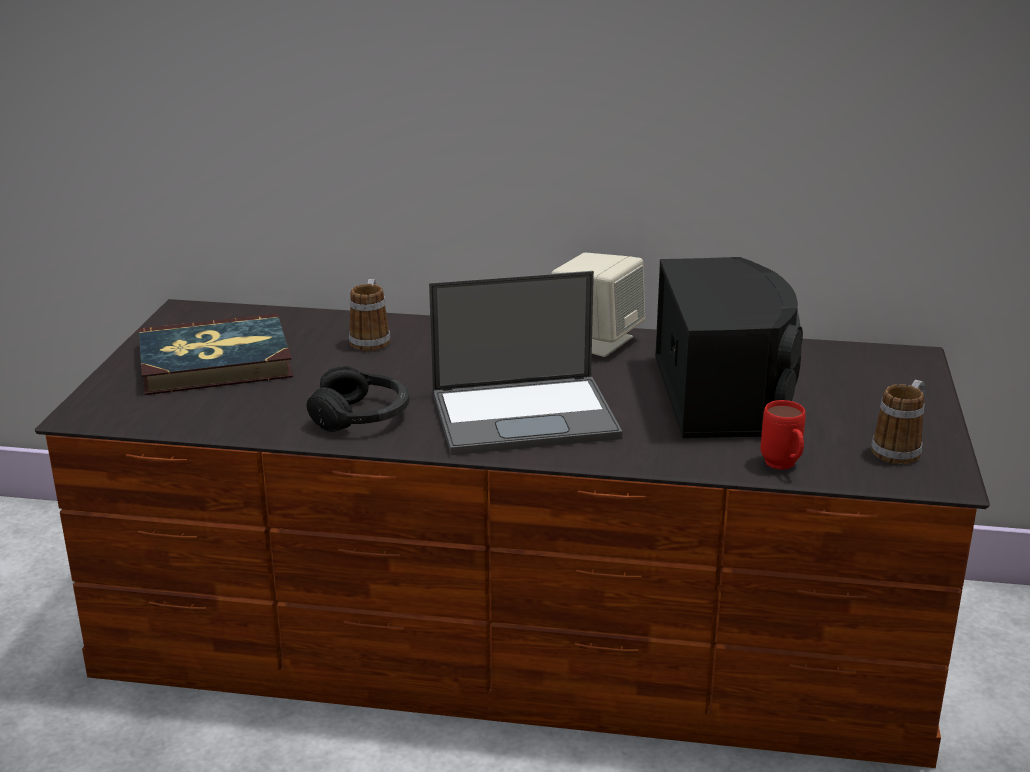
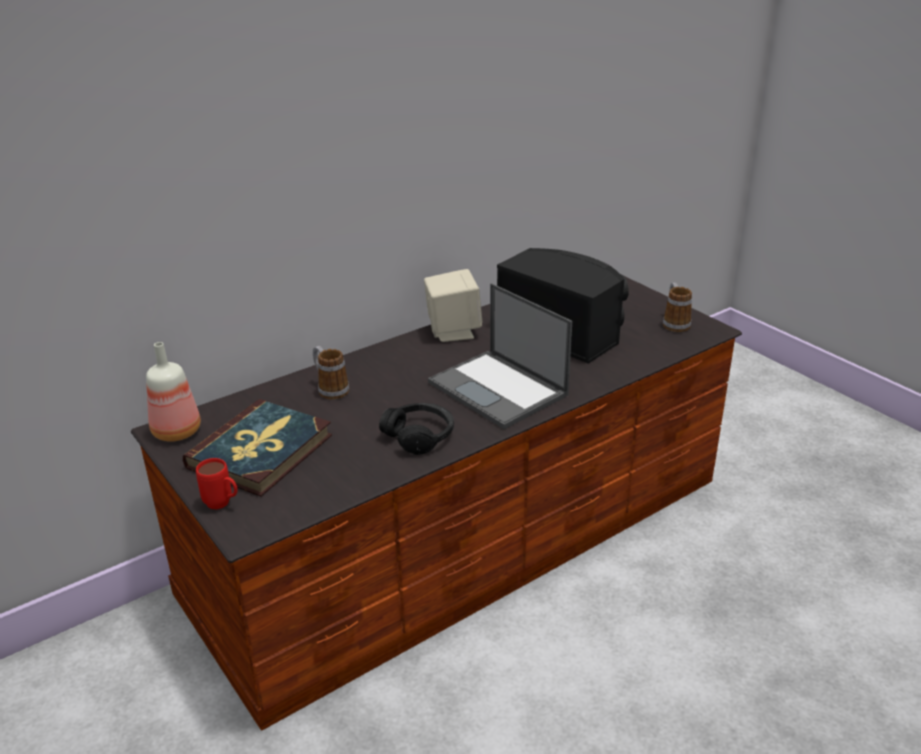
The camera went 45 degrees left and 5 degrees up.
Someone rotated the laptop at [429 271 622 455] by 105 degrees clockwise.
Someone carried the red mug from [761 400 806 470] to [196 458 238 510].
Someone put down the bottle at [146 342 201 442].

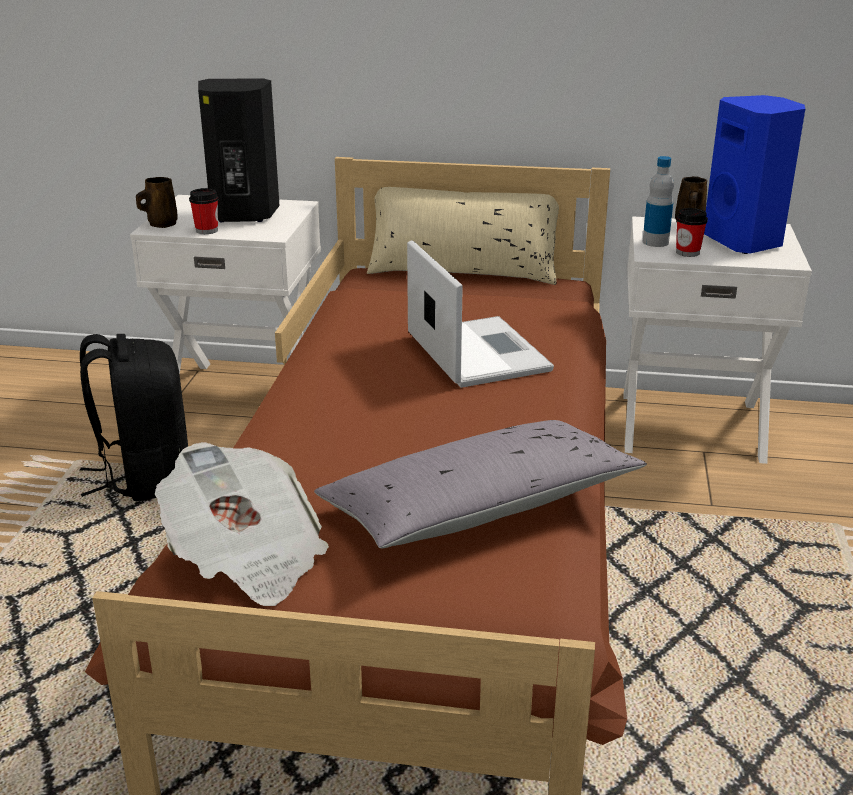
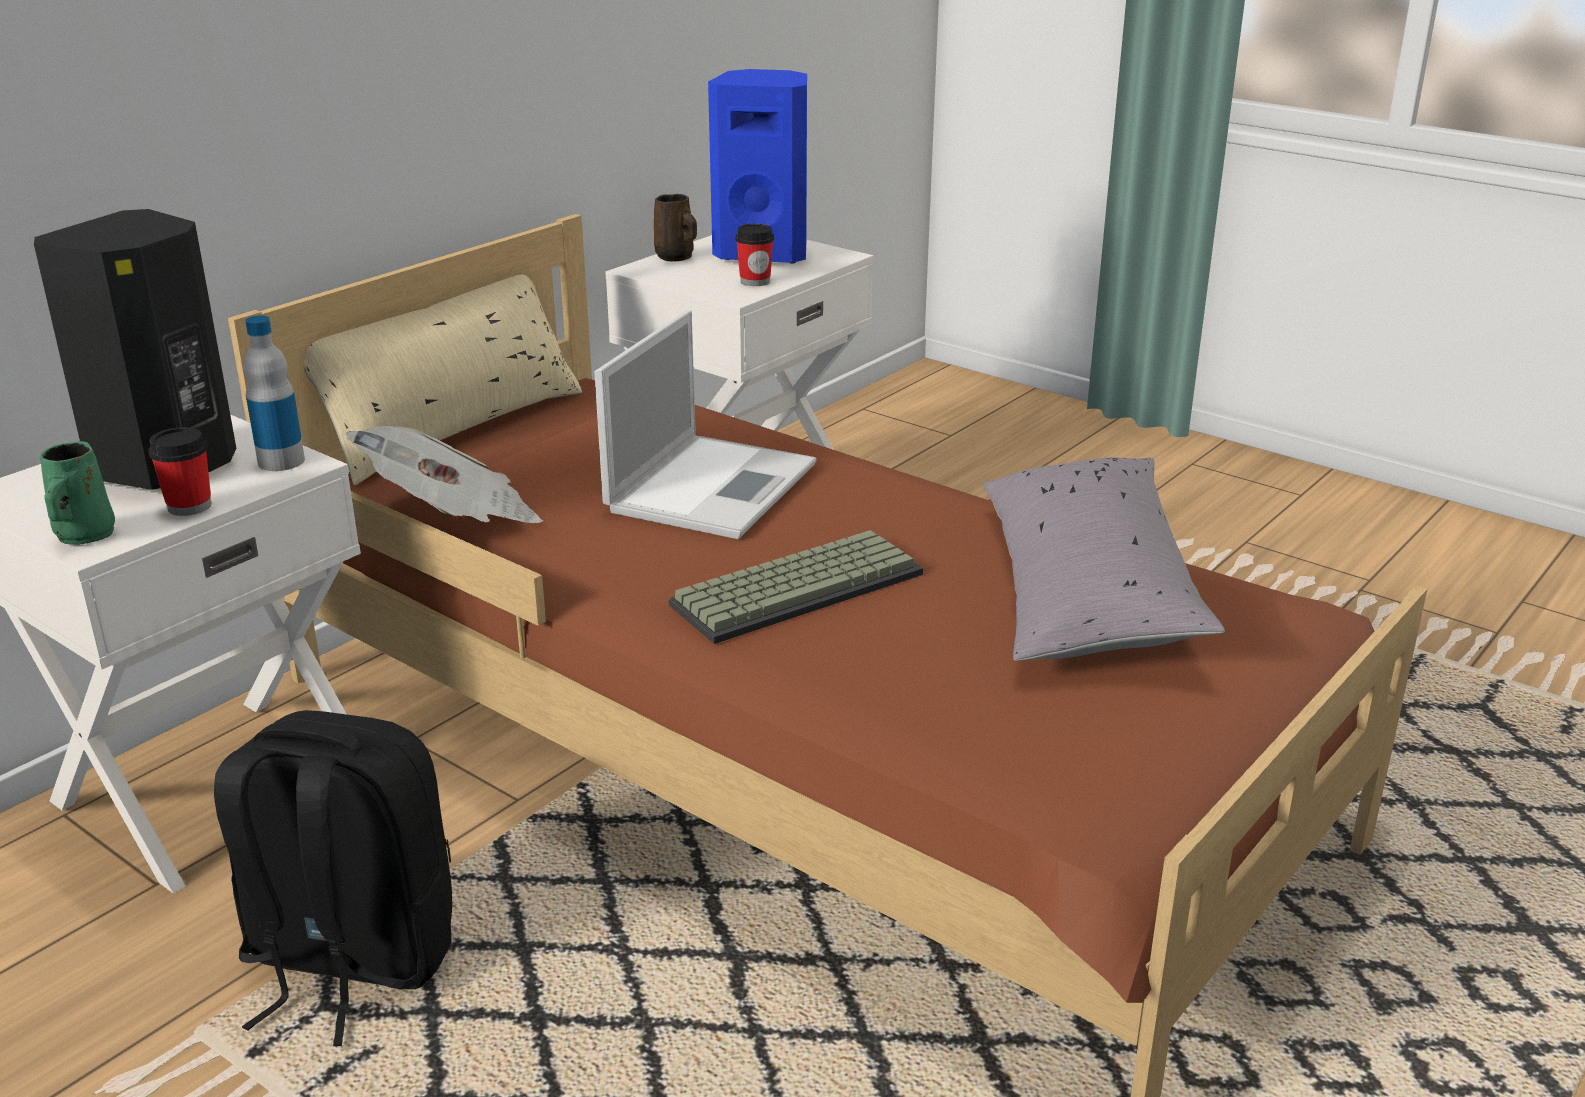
The camera went 60 degrees left and 0 degrees up.
Someone carried the bottle from [643 156 674 247] to [243 315 305 471].
Someone repainted the brown mug at [136 177 178 228], which became the green mug at [40 441 115 545].
Someone rotated the laptop at [407 240 554 388] by 105 degrees clockwise.
Someone carried the newspaper from [155 442 329 606] to [346 426 543 523].
Someone put down the keyboard at [669 530 923 644].

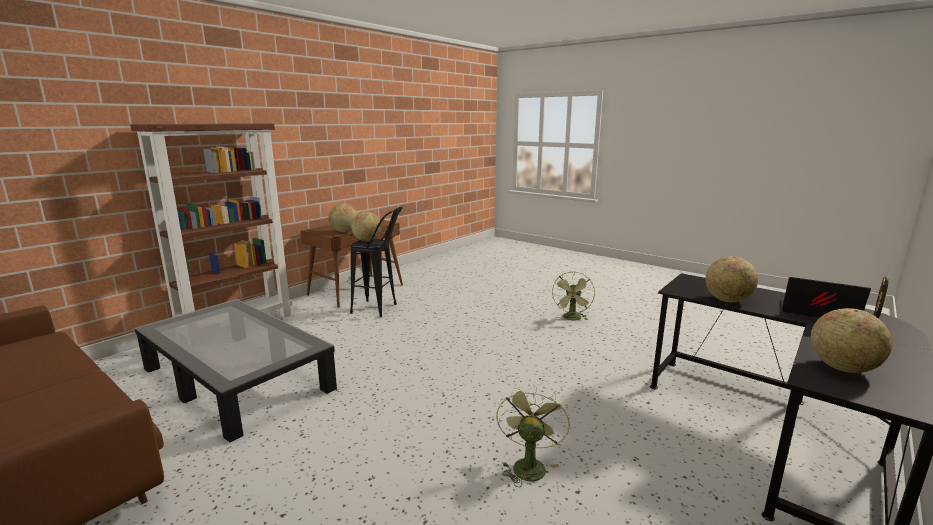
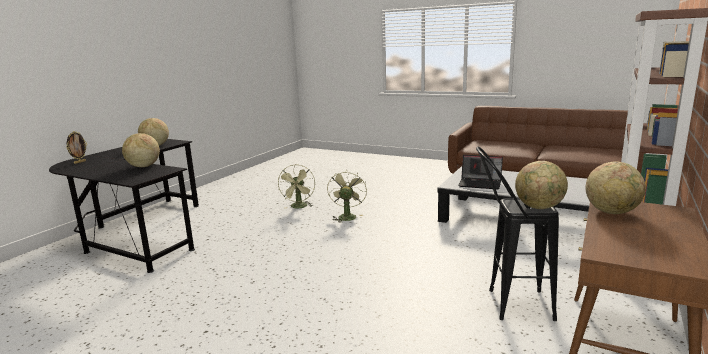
The camera went 170 degrees right and 0 degrees up.
Someone carried the green fan from [552 272 595 320] to [327 170 367 223].
Someone carried the laptop from [781 277 871 318] to [458 155 503 190].

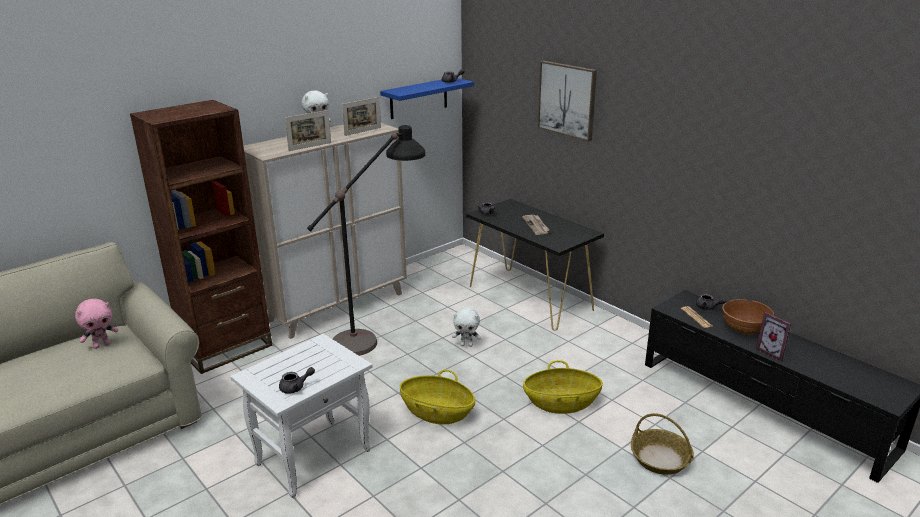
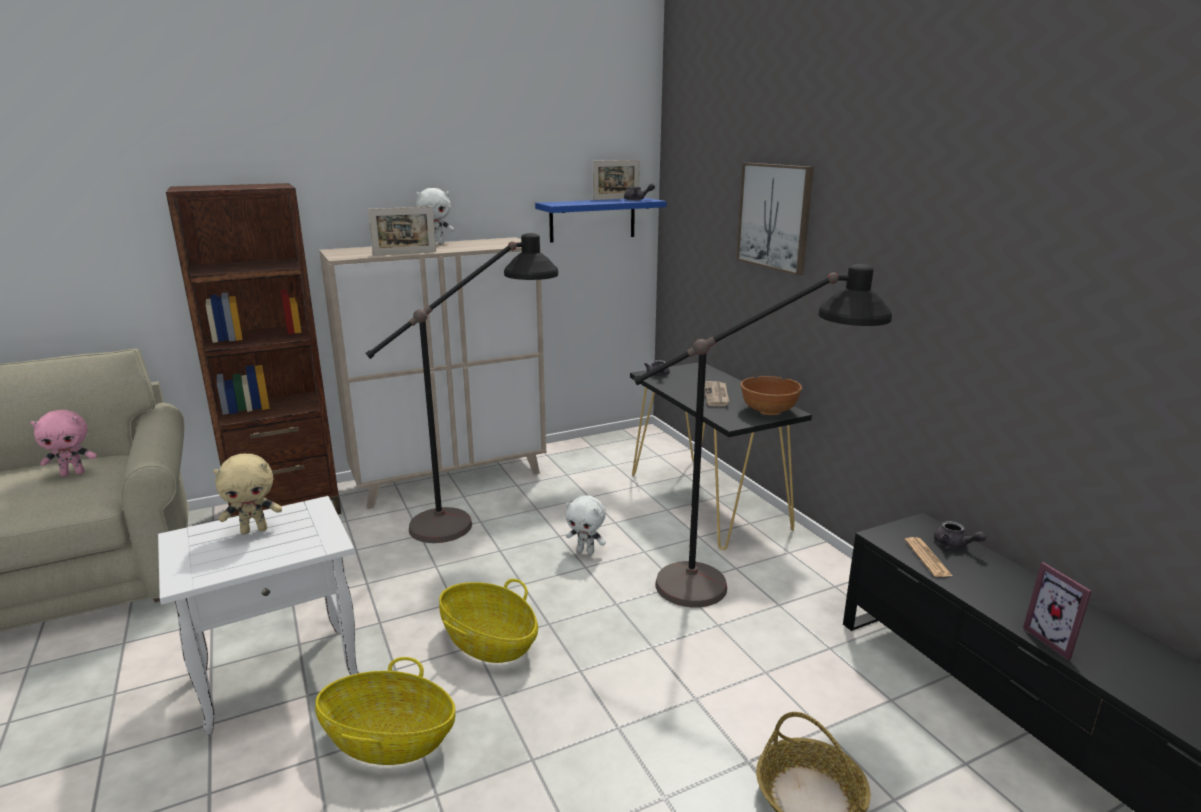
The camera went 15 degrees right and 5 degrees down.
Someone carried the picture frame from [342 97 381 136] to [593 160 640 200].
Someone carried the brown bowl from [722 299 774 335] to [740 376 802 415].
Someone carried the basket from [523 360 603 414] to [315 657 455 765].
Someone took away the grey teapot at [279 367 315 394].
Someone put down the black floor lamp at [634 264 892 607].
Someone put down the beige plush toy at [213 454 282 534].

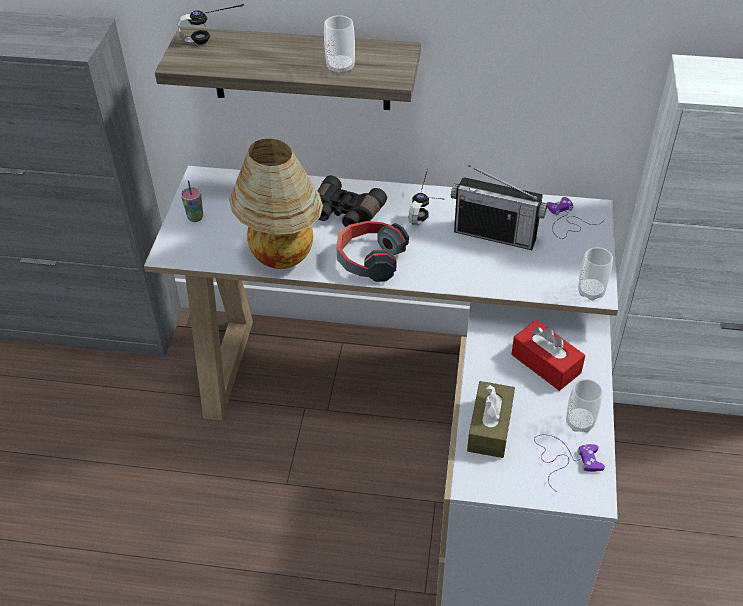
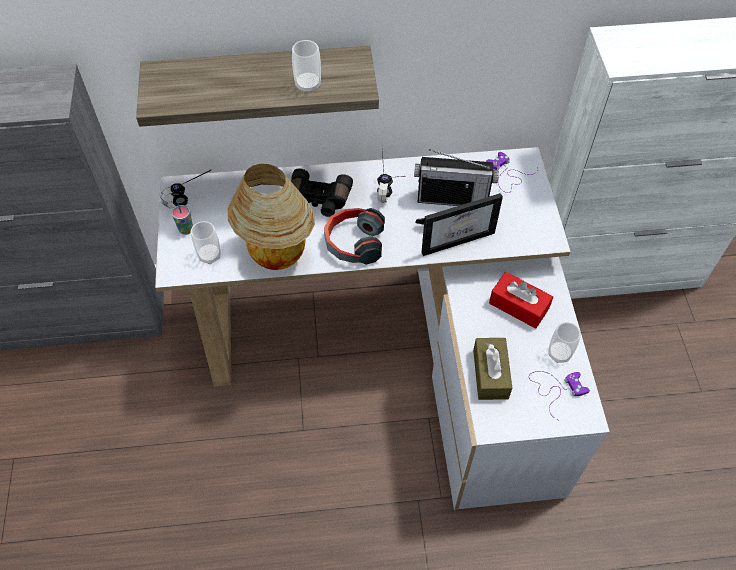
The camera went 15 degrees left and 10 degrees up.
Someone carried the headphones from [177 4 244 45] to [160 169 211 208].
Someone carried the cup from [578 247 613 301] to [191 221 221 264].
Someone put down the picture frame at [415 193 503 256].

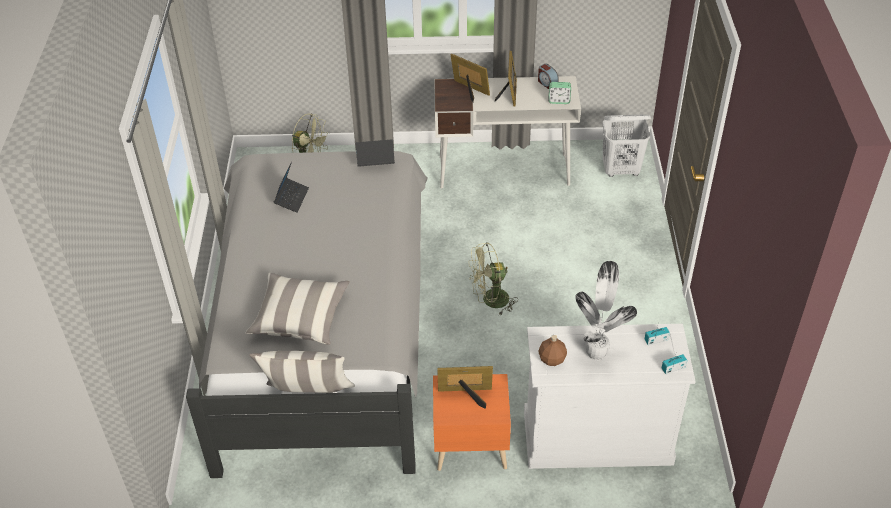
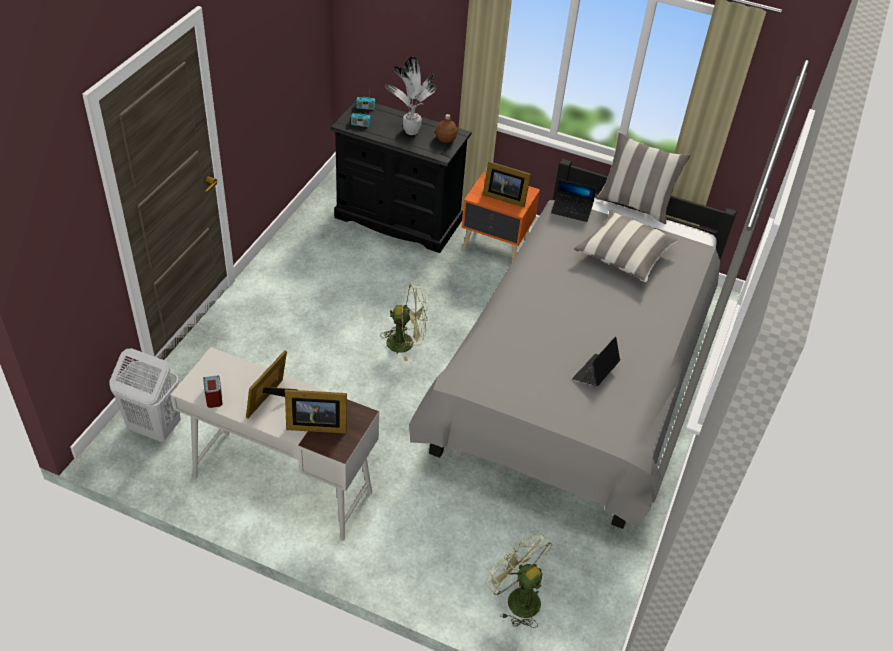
The camera went 160 degrees left and 0 degrees up.
Someone rotated the picture frame at [450 54 490 102] by 60 degrees counterclockwise.
Someone took away the alarm clock at [549 82 571 104].
Someone carried the laptop from [356 139 395 167] to [551 179 596 222].
Someone repainted the white dresser at [524 324 696 469], which became the black dresser at [331 101 472 253].

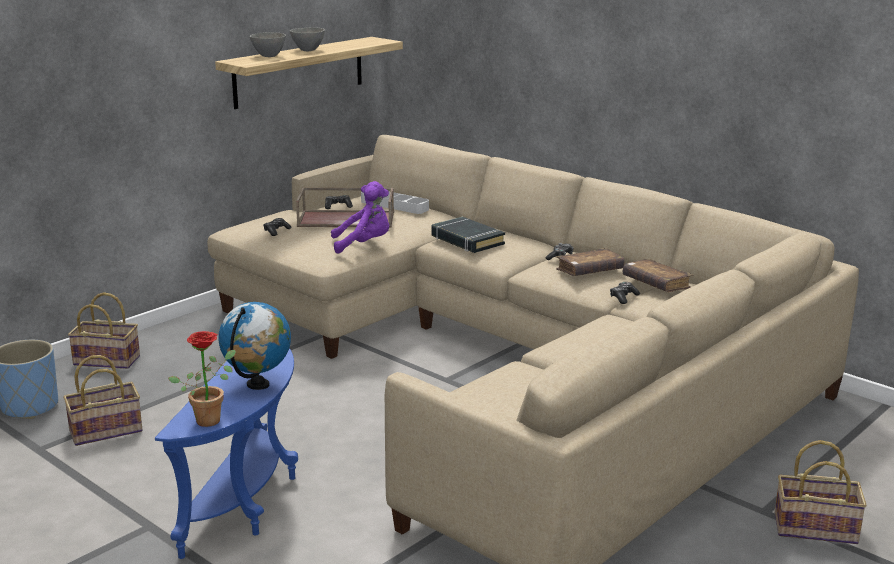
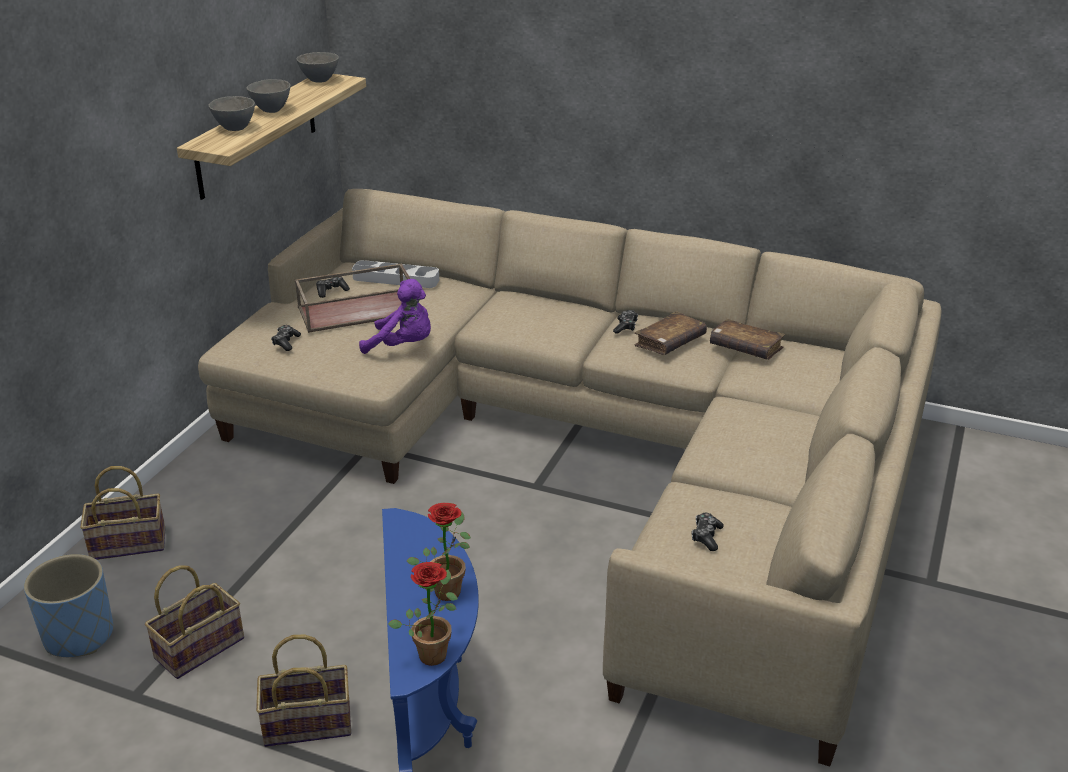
The camera went 20 degrees left and 10 degrees up.
Someone rotated the purple plush toy at [331 181 389 254] by 45 degrees clockwise.
Someone took away the black book at [432 217 505 253].
Someone carried the game controller from [610 282 640 304] to [691 513 724 551].
Someone swapped the globe at [219 302 291 390] for the potted plant at [407 503 471 601].
Someone carried the basket from [775 440 867 544] to [256 635 351 747].
Someone put down the grey bowl at [296 52 339 83].

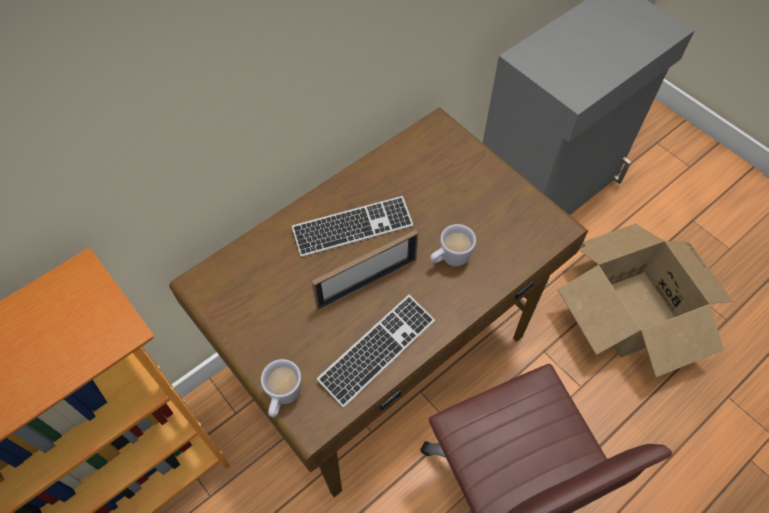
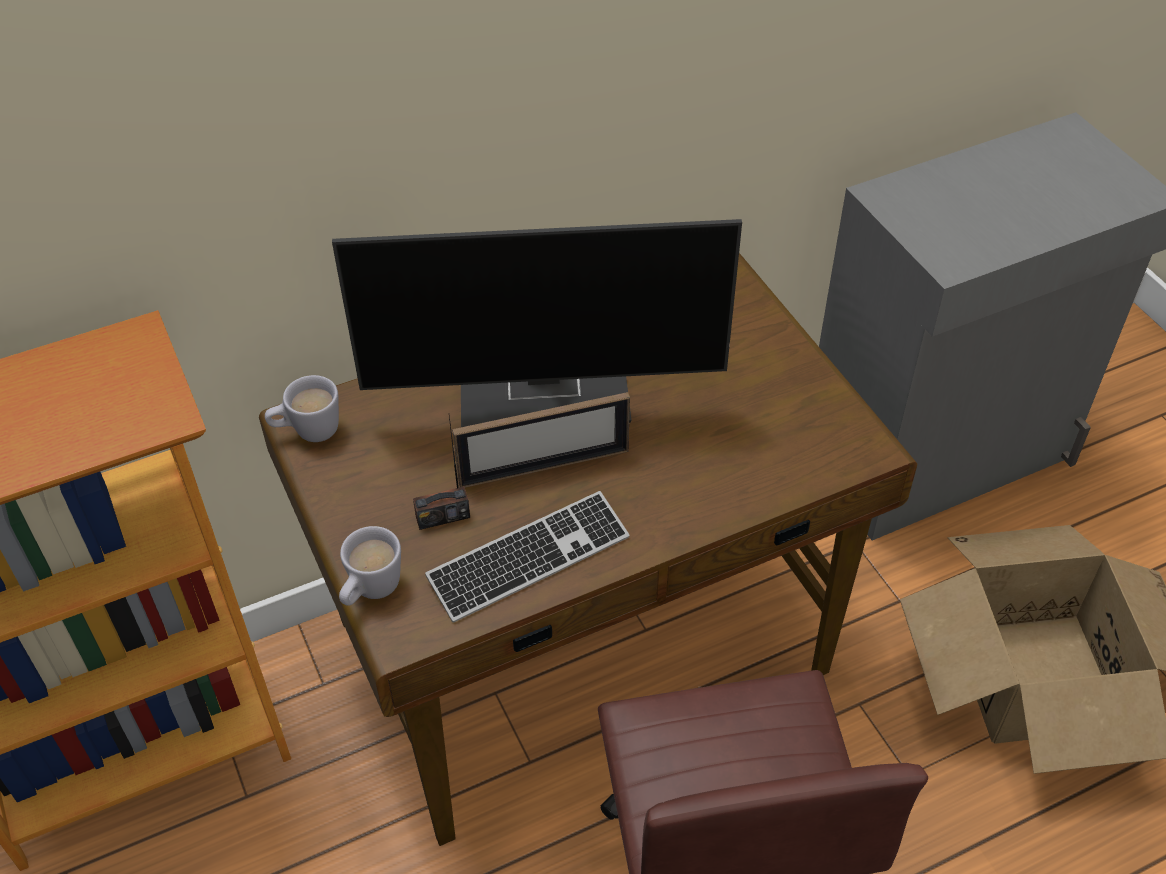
The camera went 15 degrees right and 10 degrees down.
Someone swapped the keyboard at [292 196 413 257] for the monitor at [332 219 742 427].
Someone carried the white mug from [430 224 476 266] to [265 375 339 442].
Someone put down the radio at [413 416 470 530].

